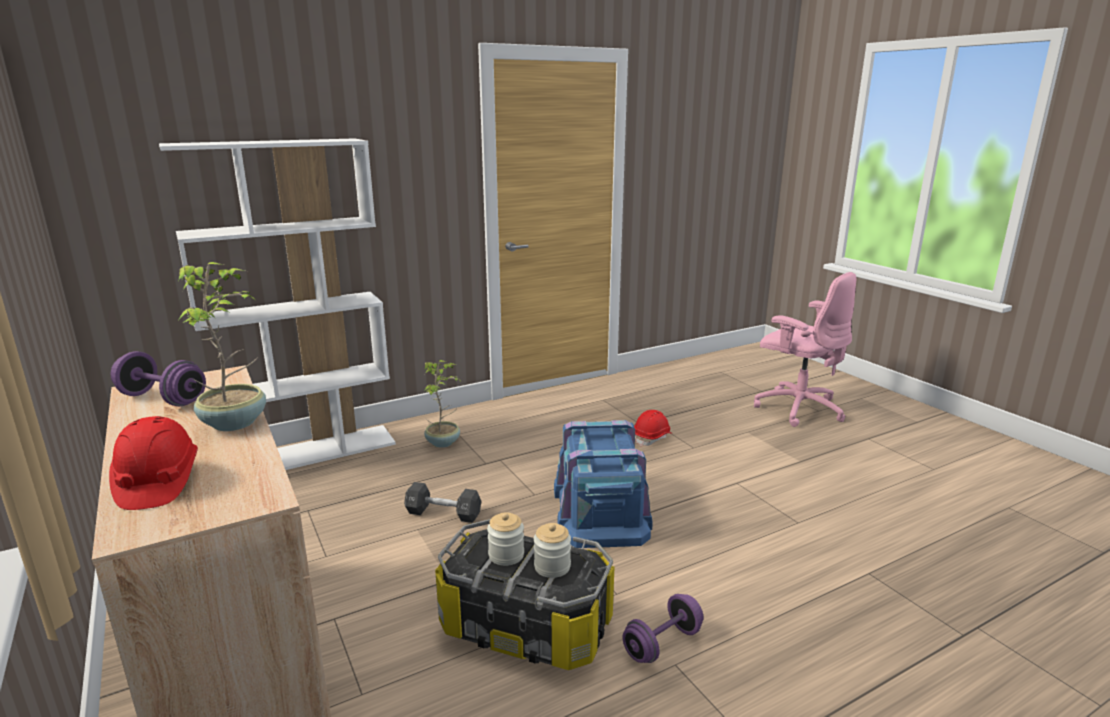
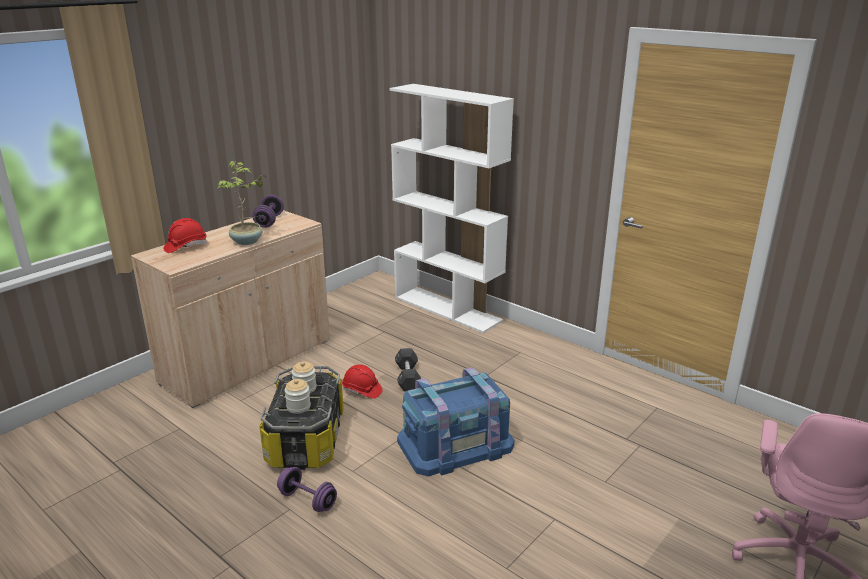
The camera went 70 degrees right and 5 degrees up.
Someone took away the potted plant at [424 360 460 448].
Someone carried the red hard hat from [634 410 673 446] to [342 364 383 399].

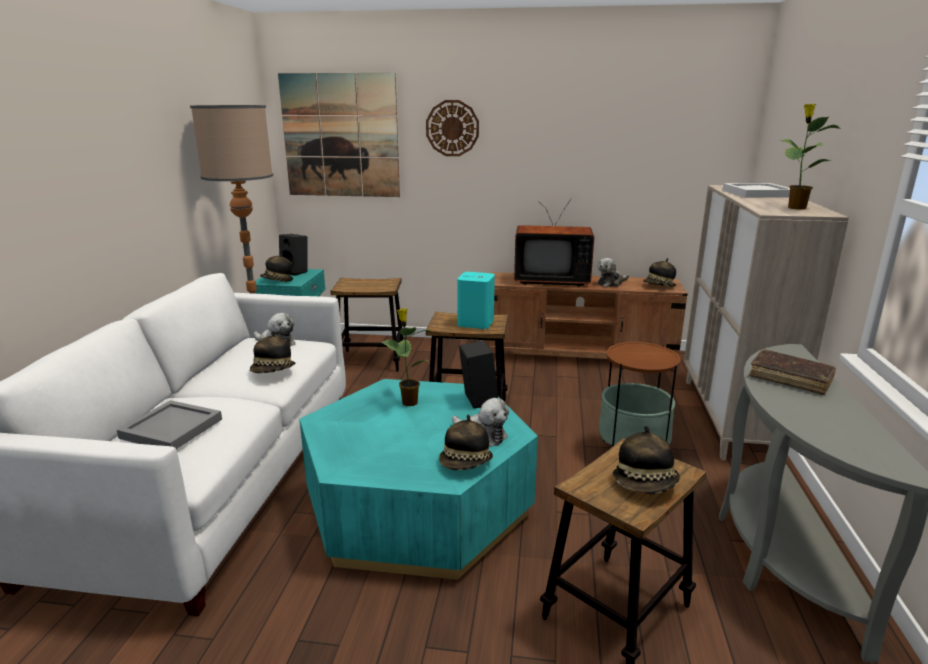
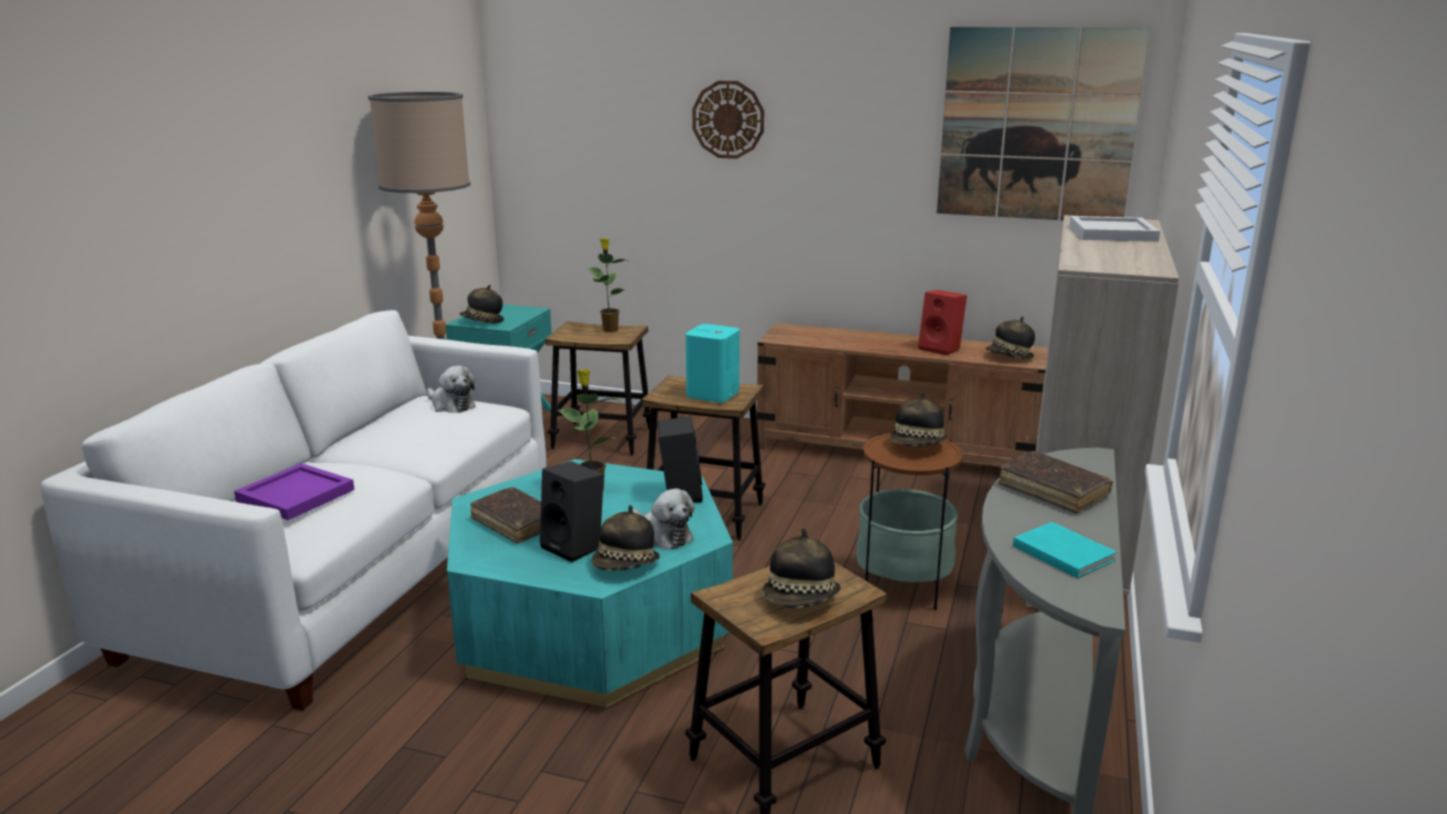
The camera went 10 degrees right and 0 degrees up.
Someone carried the picture from [278 73 400 197] to [937 27 1150 220].
Someone carried the potted plant from [780 104 842 210] to [587 238 630 332].
Someone took away the television at [514 198 594 287].
Someone carried the black speaker from [279 234 308 276] to [540 461 604 562].
Someone swapped the plush toy at [597 258 629 287] for the red speaker at [918 290 967 355].
Someone carried the hat from [250 331 296 373] to [889 392 948 446].
Someone repainted the grey tray at [117 400 222 449], which became the purple tray at [234 463 355 520].
Someone put down the brown book at [470 487 541 544].
Someone put down the turquoise book at [1013 522 1117 578].

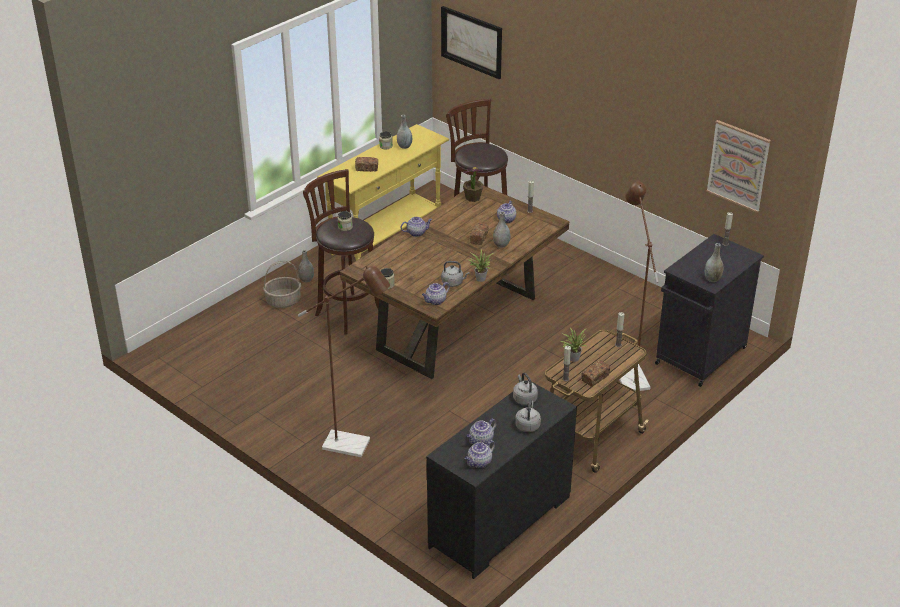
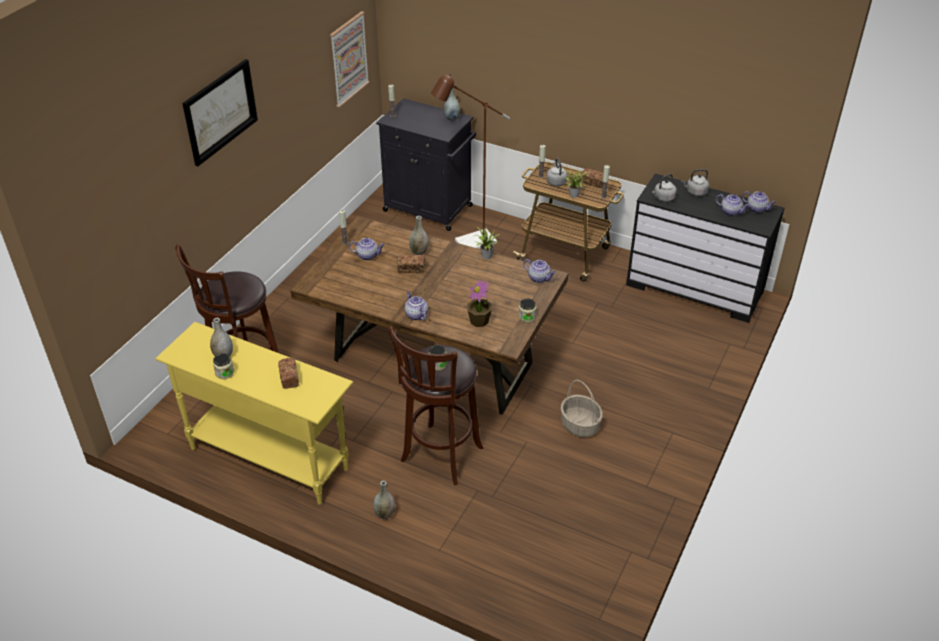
The camera went 105 degrees left and 5 degrees up.
Someone carried the picture from [441 6 502 79] to [182 59 258 166].
Someone carried the potted plant from [463 167 484 202] to [467 279 492 327].
Someone carried the basket from [263 261 301 308] to [561 380 603 437].
Someone carried the grey kettle from [441 261 469 287] to [546 159 568 186].
Someone took away the brown floor lamp at [298 266 390 457].

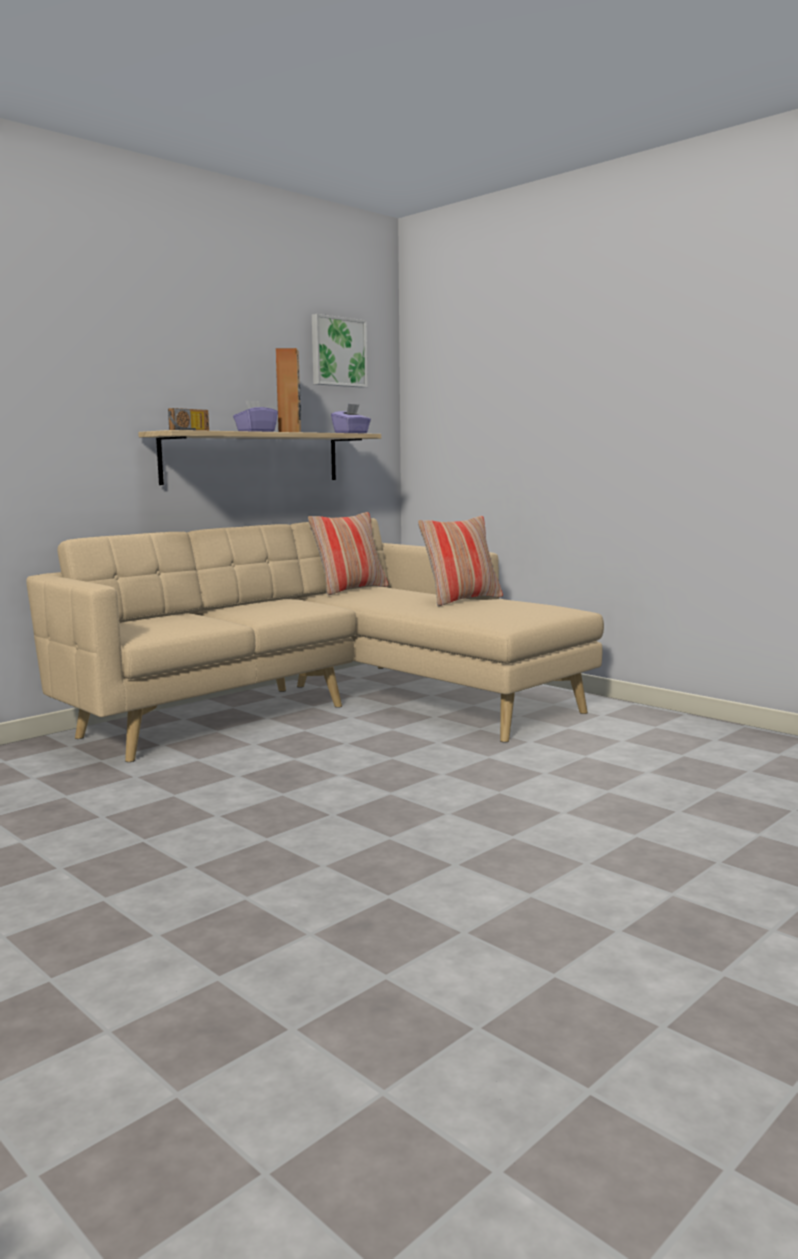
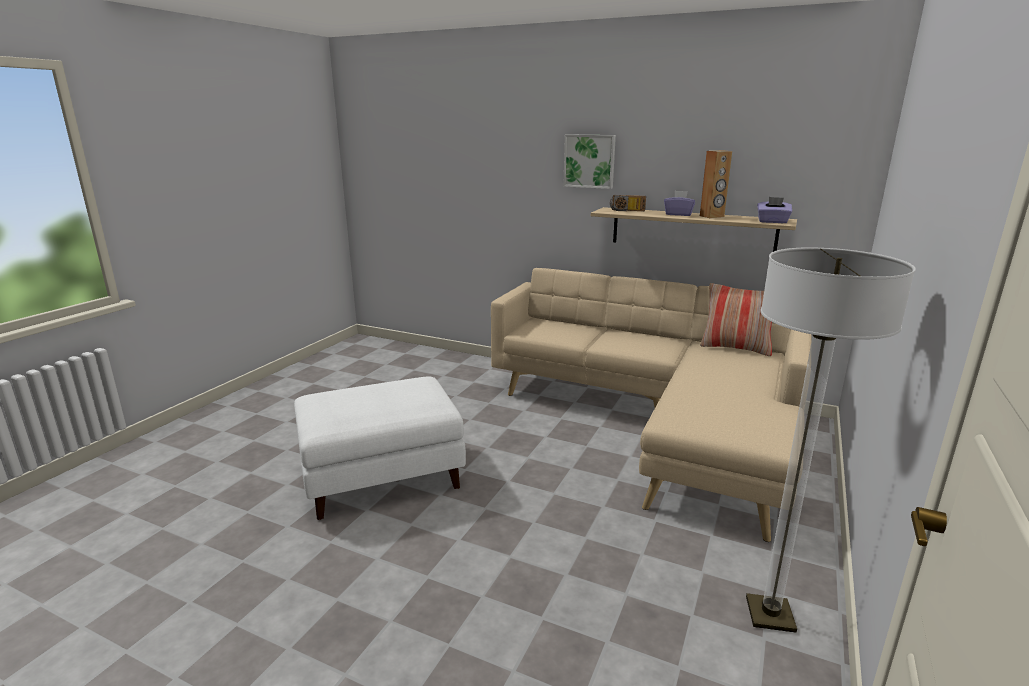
The camera went 70 degrees right and 10 degrees up.
Someone carried the picture from [312 314 368 388] to [563 134 616 189].
Someone took away the pillow at [418 516 503 606].
Someone put down the floor lamp at [746 247 916 633].
Someone put down the white ottoman at [294 376 466 520].

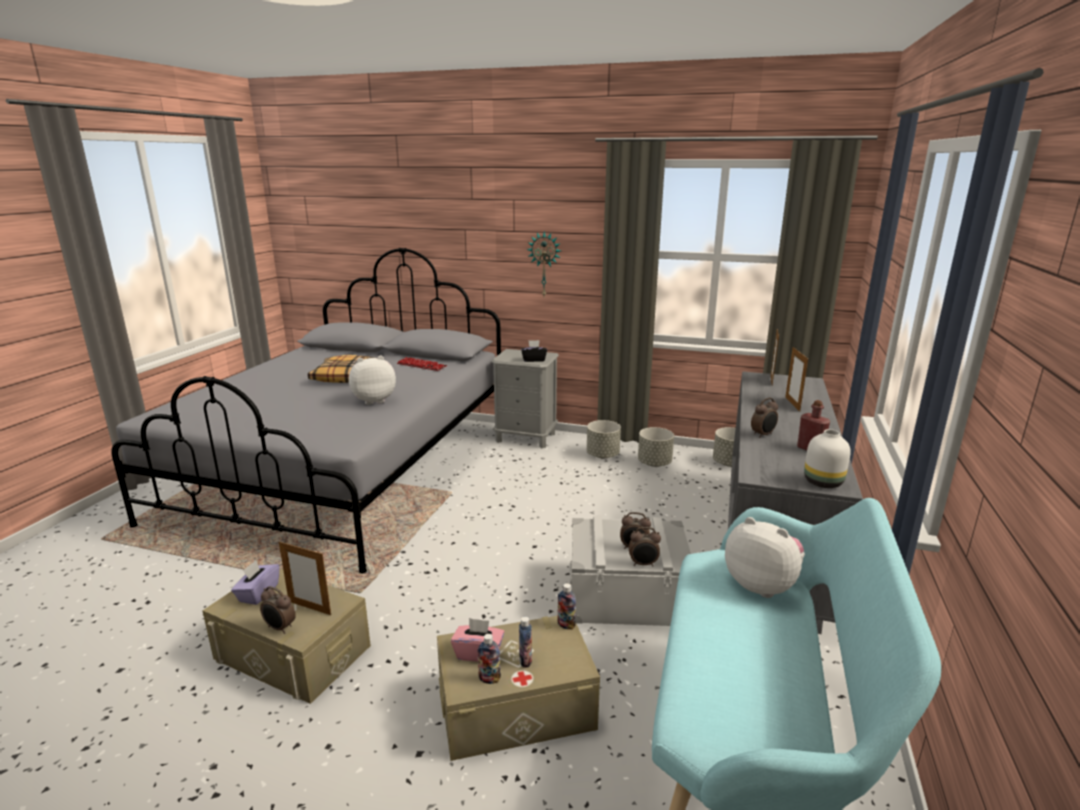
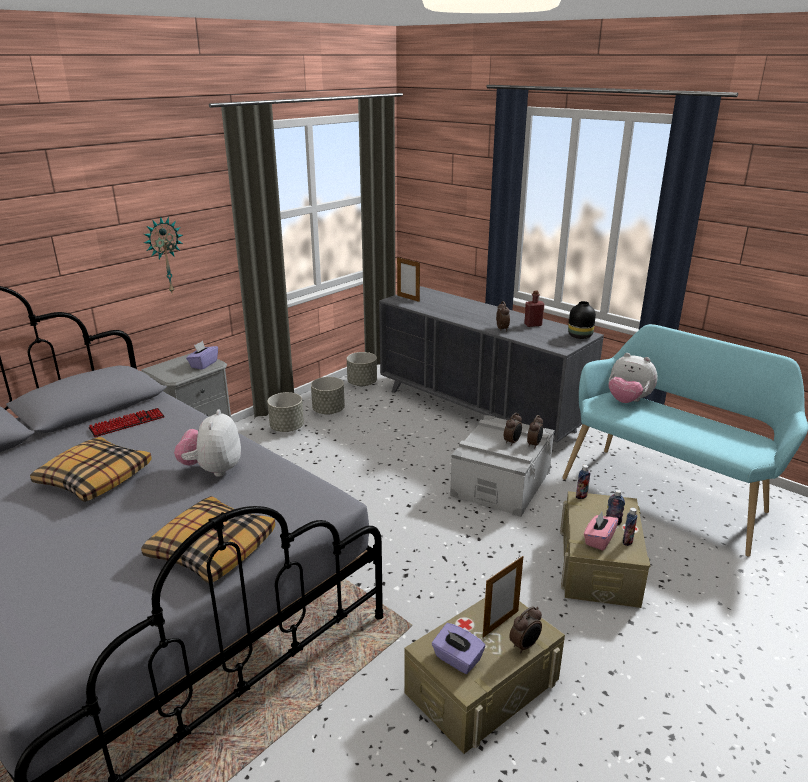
The camera went 65 degrees left and 5 degrees up.
Someone repainted the black tissue box at [521 340 547 362], which became the purple tissue box at [186 341 218 370].
Someone took away the picture frame at [785 347 808 412].
Someone repainted the white vase at [804 429 851 488], which became the black vase at [568 301 596 339].
Someone rotated the plush toy at [725 517 805 598] by 120 degrees counterclockwise.
Someone put down the pillow at [141 496 275 583].

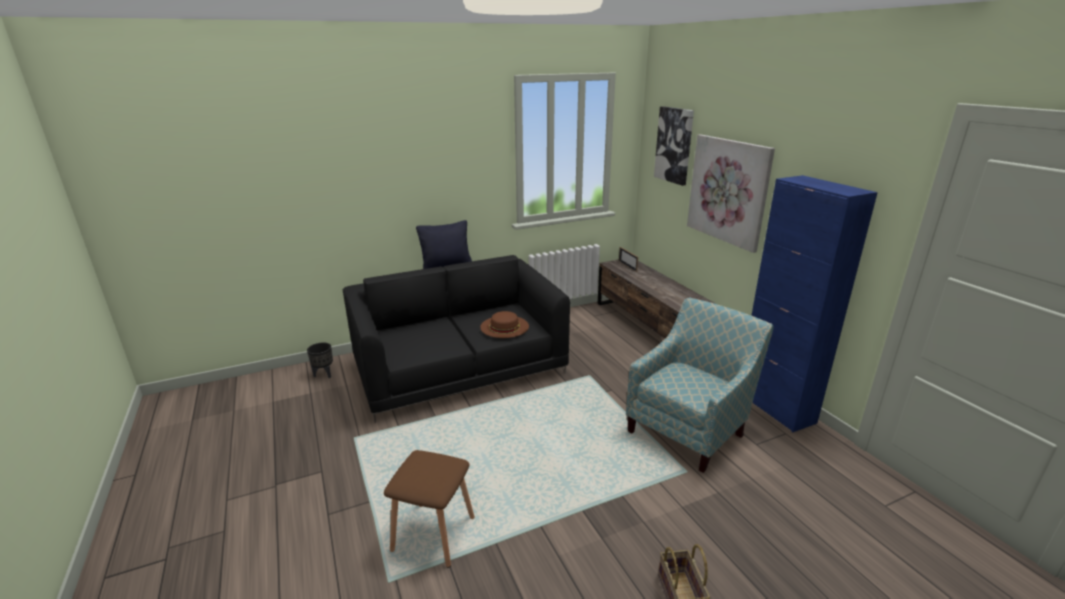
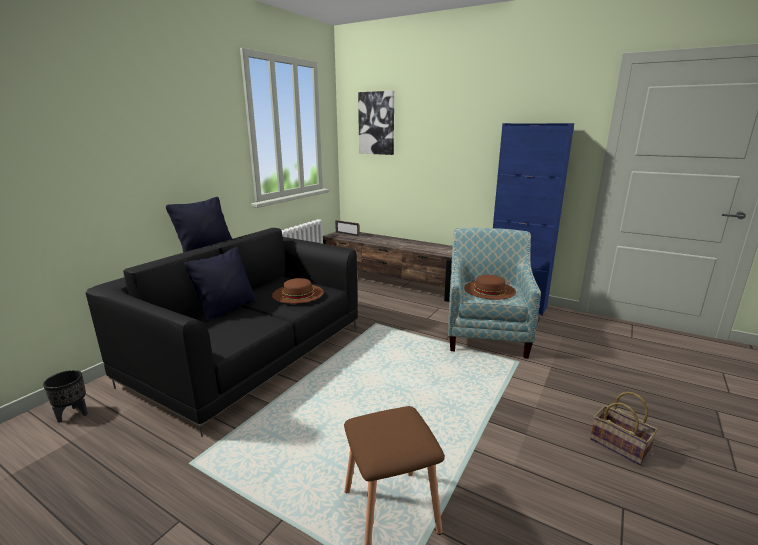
The camera went 35 degrees left and 5 degrees down.
Someone took away the picture at [687 134 775 253].
Someone put down the black pillow at [184 247 257 322].
Someone put down the brown hat at [464 275 516 300].

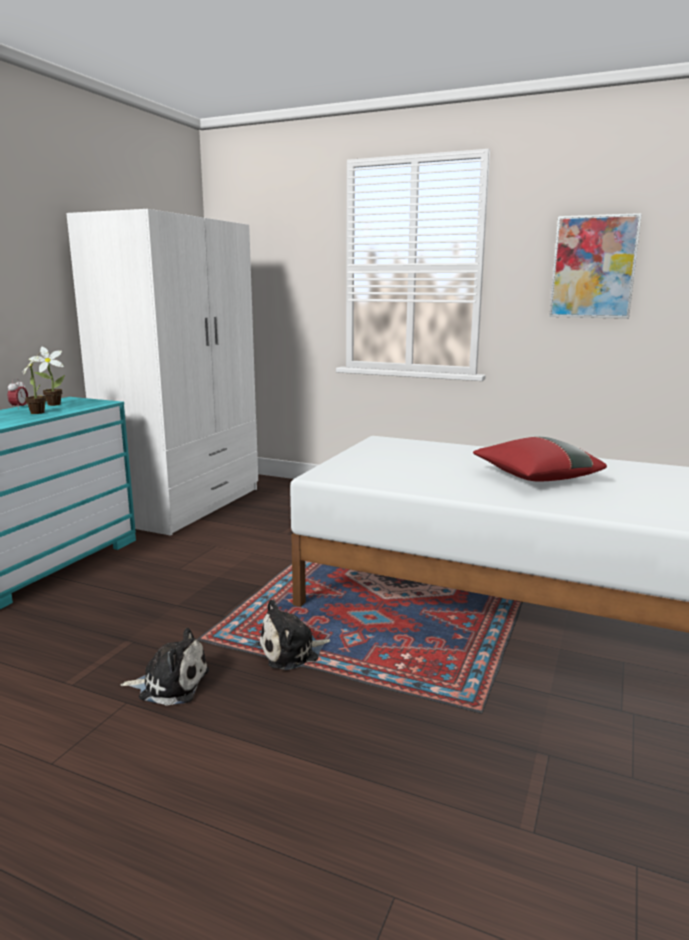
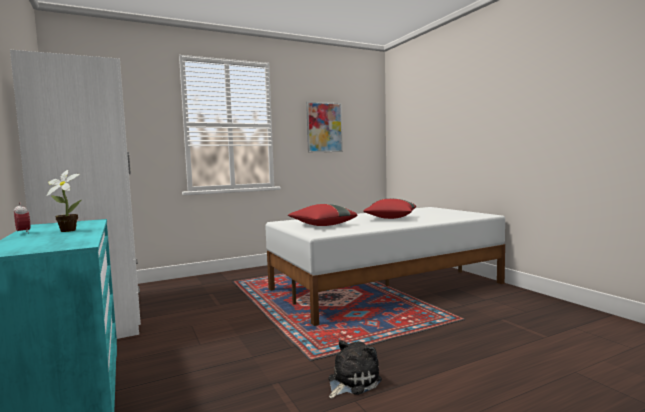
The camera went 50 degrees left and 10 degrees down.
Someone took away the potted plant at [29 347 65 406].
Someone took away the plush toy at [258 599 330 670].
Someone put down the red pillow at [288 204 358 226].

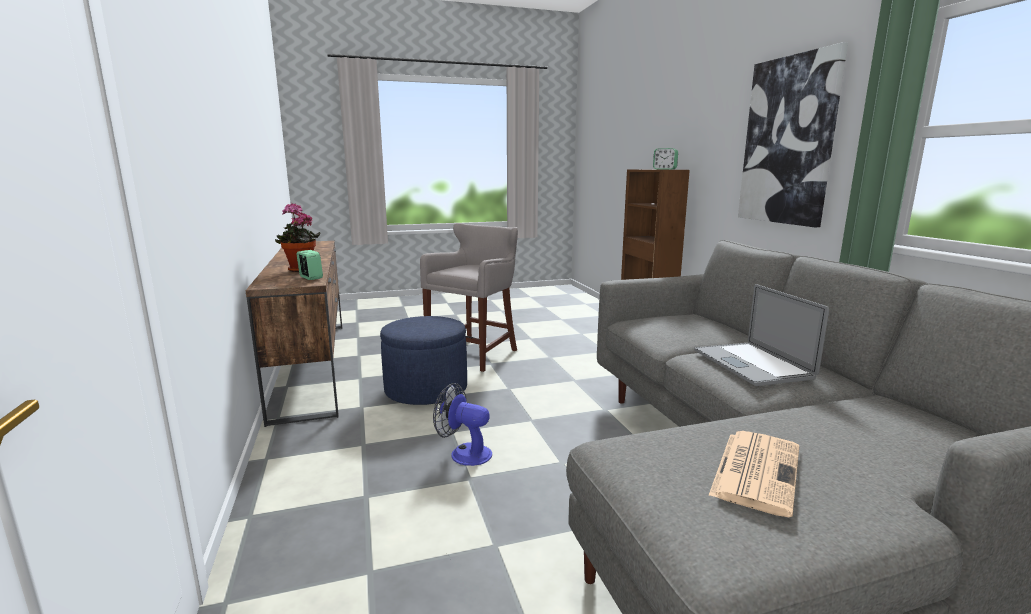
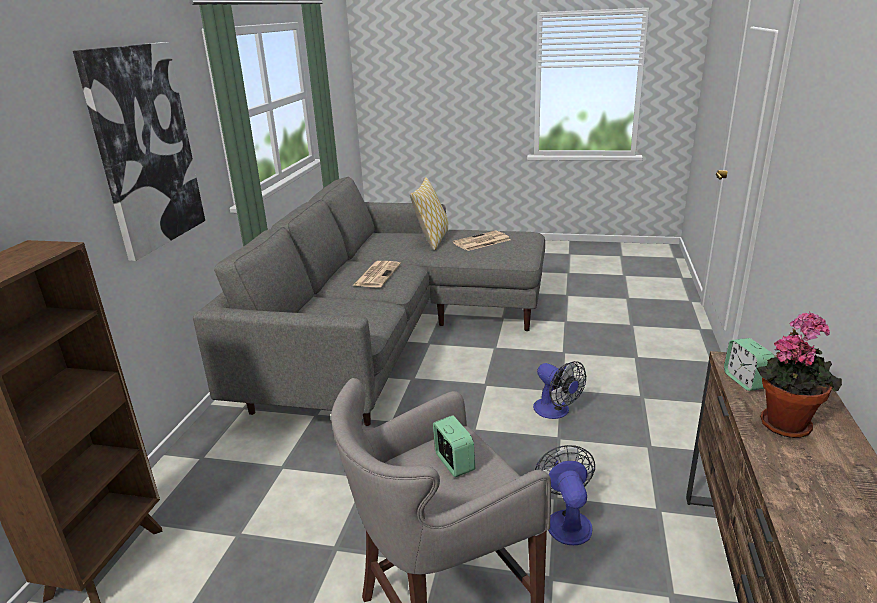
The camera went 150 degrees left and 10 degrees up.
Someone carried the alarm clock from [653 148 678 169] to [433 416 475 477].
Someone swapped the laptop at [694 284 829 386] for the newspaper at [353 261 401 287].
Someone swapped the blue ottoman at [380 316 467 405] for the fan at [535 445 595 545].
Someone put down the pillow at [410 177 448 251].

